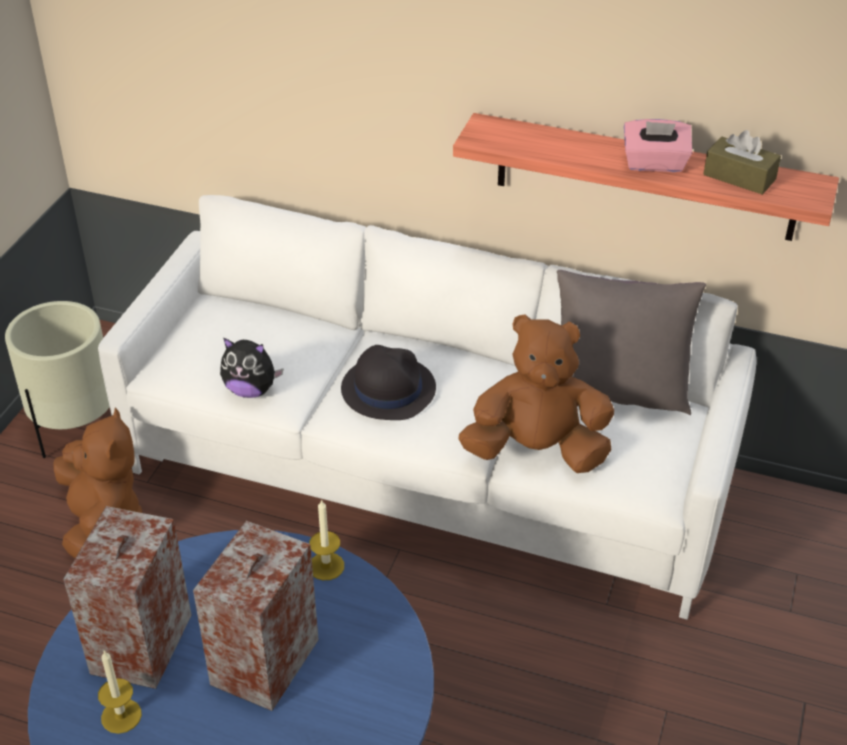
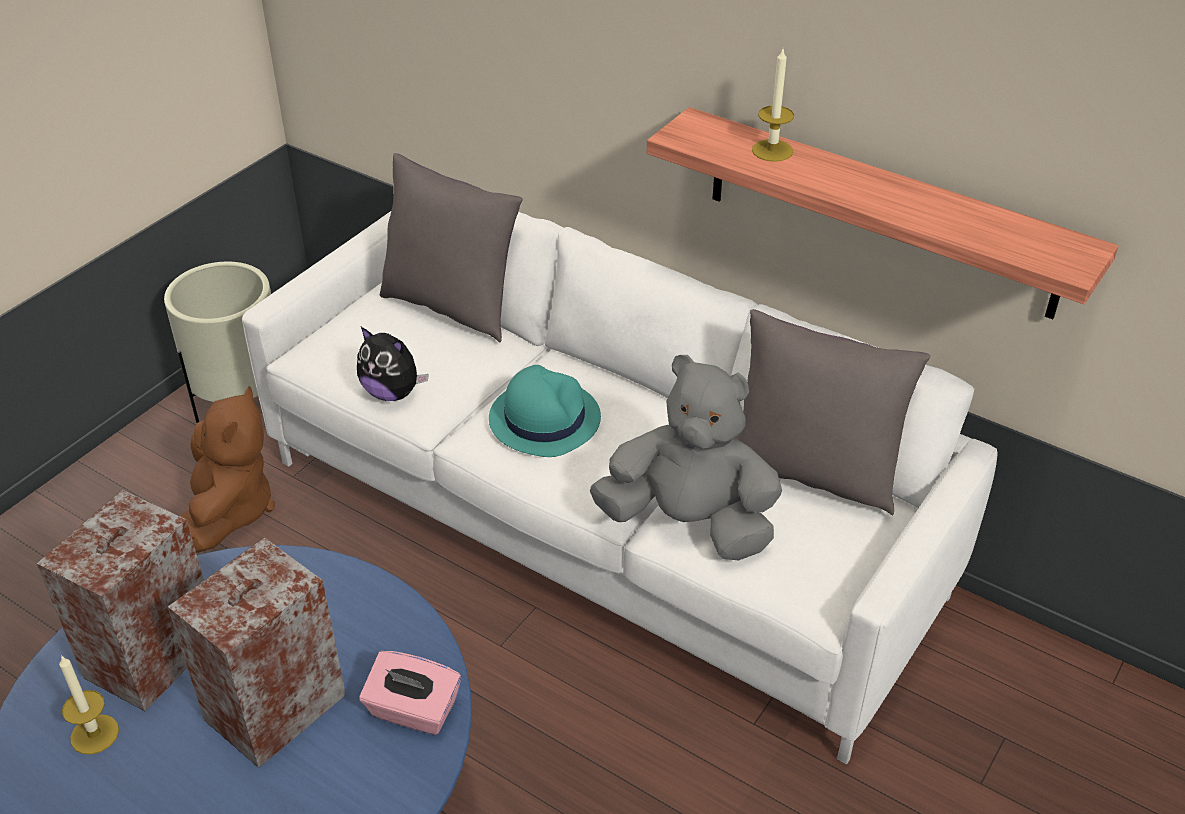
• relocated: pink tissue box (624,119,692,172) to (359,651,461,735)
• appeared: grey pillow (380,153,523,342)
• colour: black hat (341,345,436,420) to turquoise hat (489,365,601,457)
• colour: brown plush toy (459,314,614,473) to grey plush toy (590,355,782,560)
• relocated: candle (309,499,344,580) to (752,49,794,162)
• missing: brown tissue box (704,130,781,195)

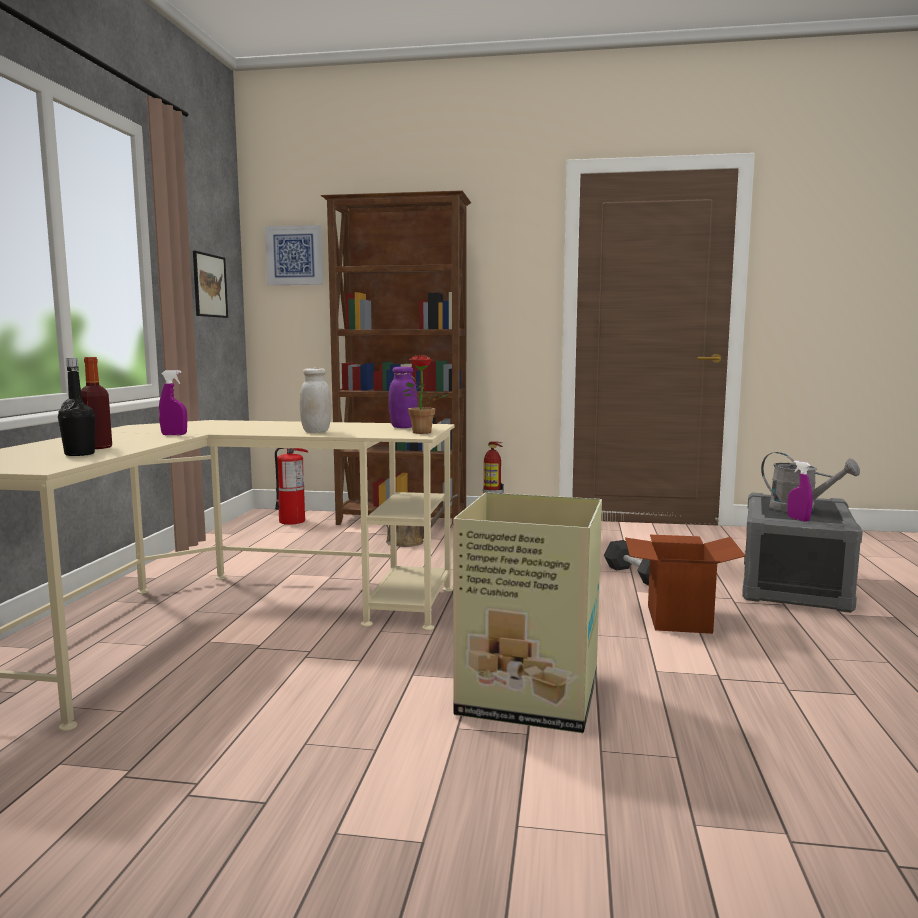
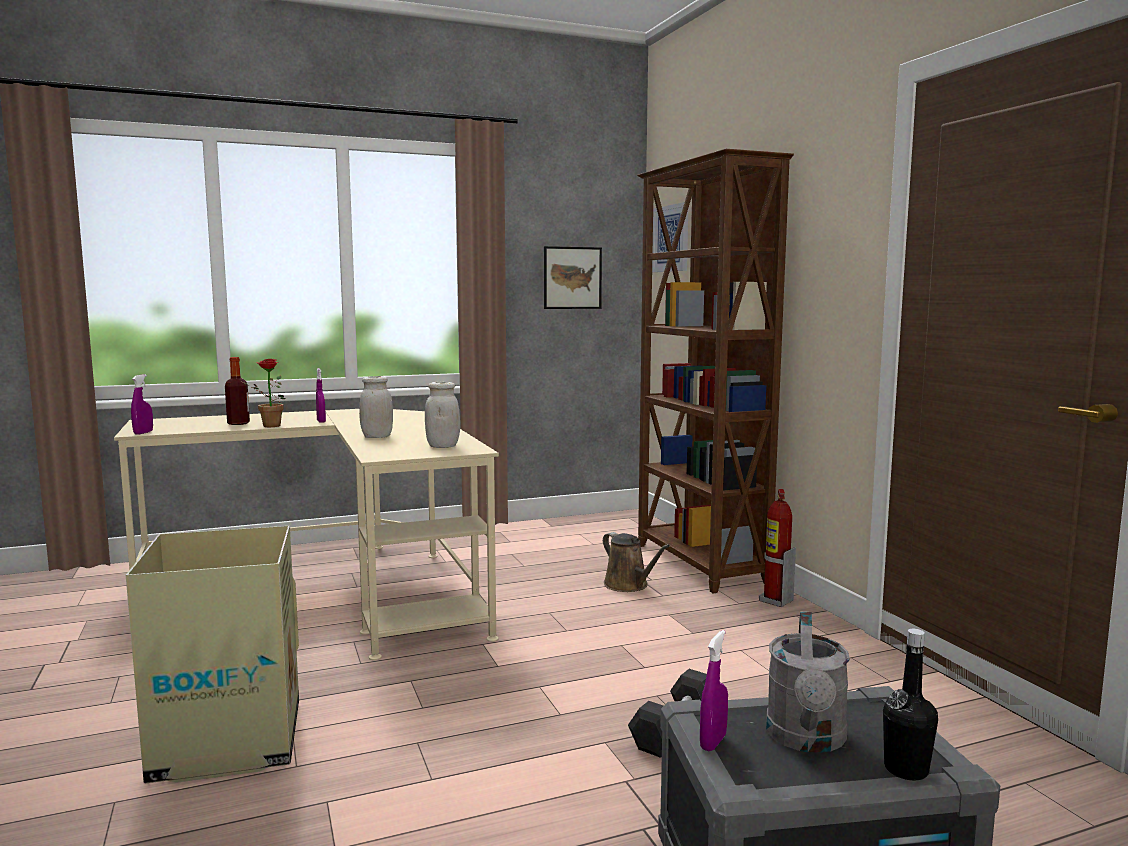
• appeared: purple spray bottle (131,374,153,435)
• relocated: potted plant (403,355,449,434) to (240,359,285,427)
• colour: purple jar (388,367,418,428) to white jar (425,382,460,448)
• relocated: black bottle (58,358,95,456) to (883,629,938,780)
• missing: fire extinguisher (275,448,309,525)
• missing: cardboard box (625,535,746,634)

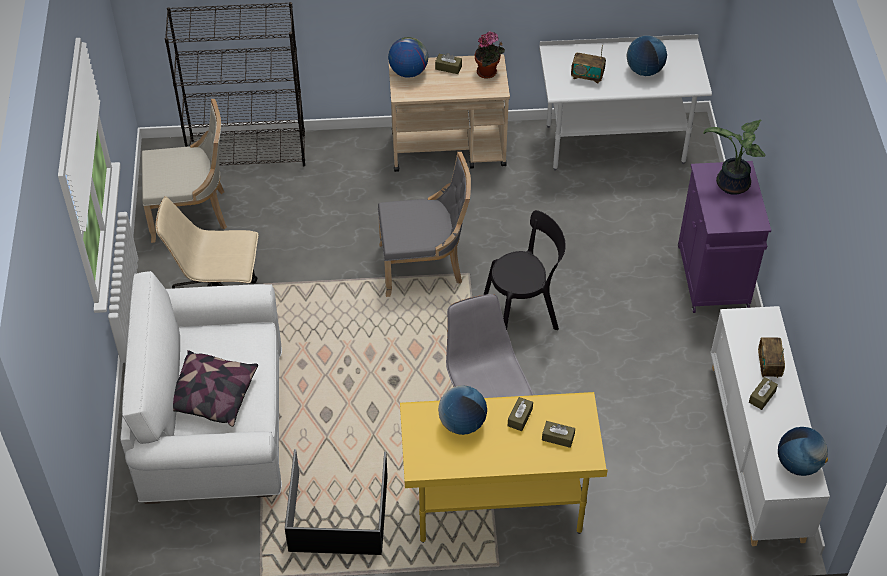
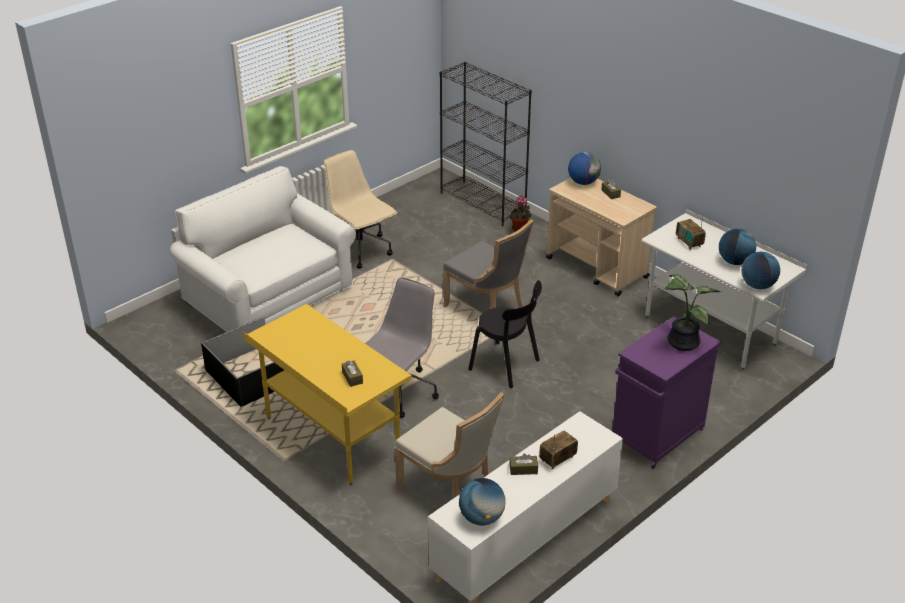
• relocated: beige chair (142,99,227,243) to (395,392,504,498)
• relocated: potted plant (475,31,505,79) to (509,195,531,232)
• relocated: globe (438,385,487,435) to (741,252,780,289)
• missing: pillow (173,350,258,427)
• missing: brown tissue box (508,397,533,431)

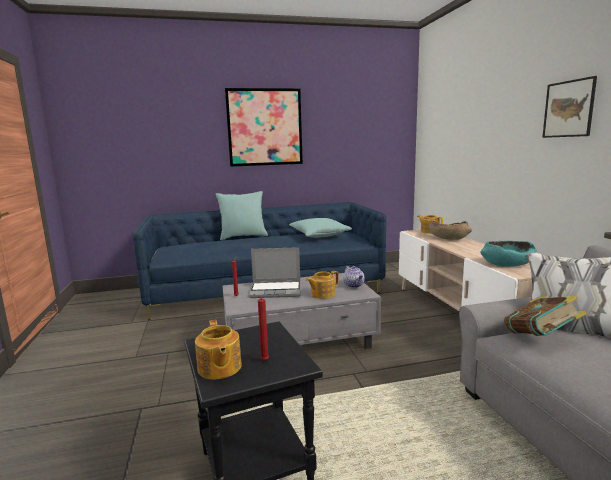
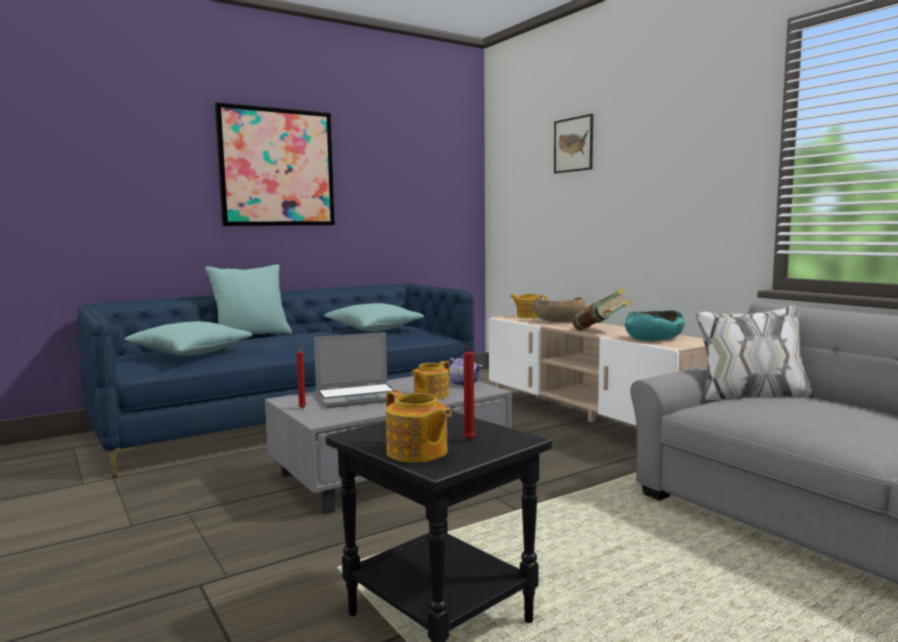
• appeared: turquoise pillow (124,321,252,356)
• relocated: picture (542,76,597,138) to (554,114,593,173)
• relocated: book (504,295,587,336) to (572,288,632,330)

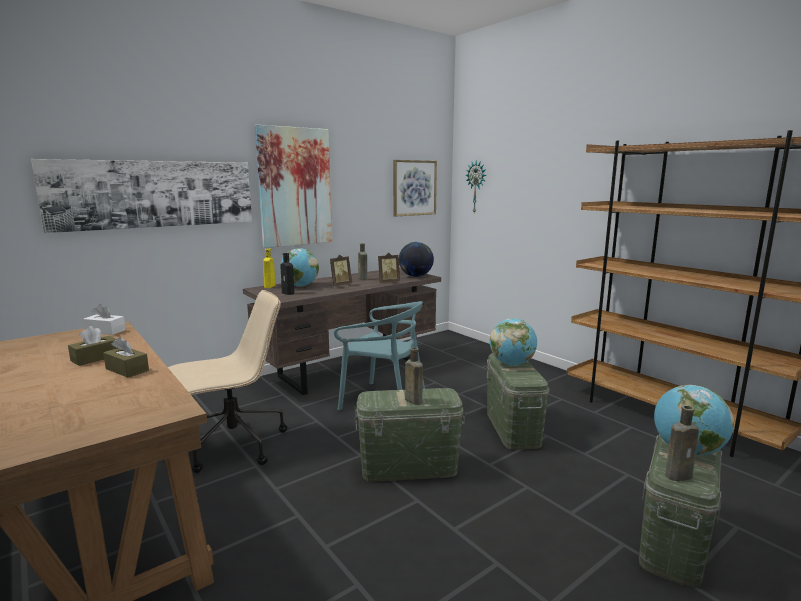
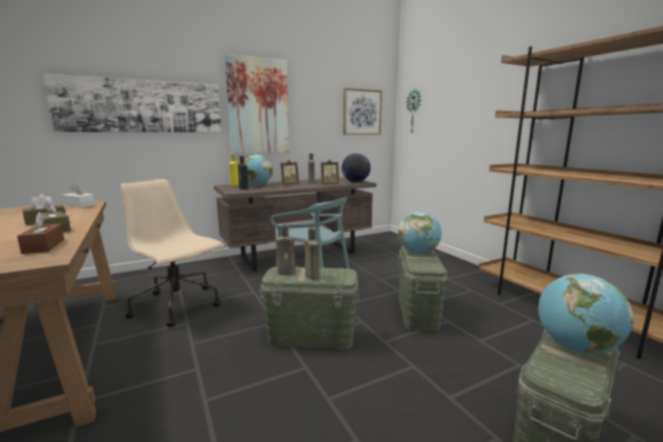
• appeared: brown tissue box (17,212,64,254)
• spun: beige office chair (168,290,287,473) = (121,179,224,327) 120 degrees counterclockwise
• relocated: brown bottle (665,405,699,481) to (276,225,295,275)

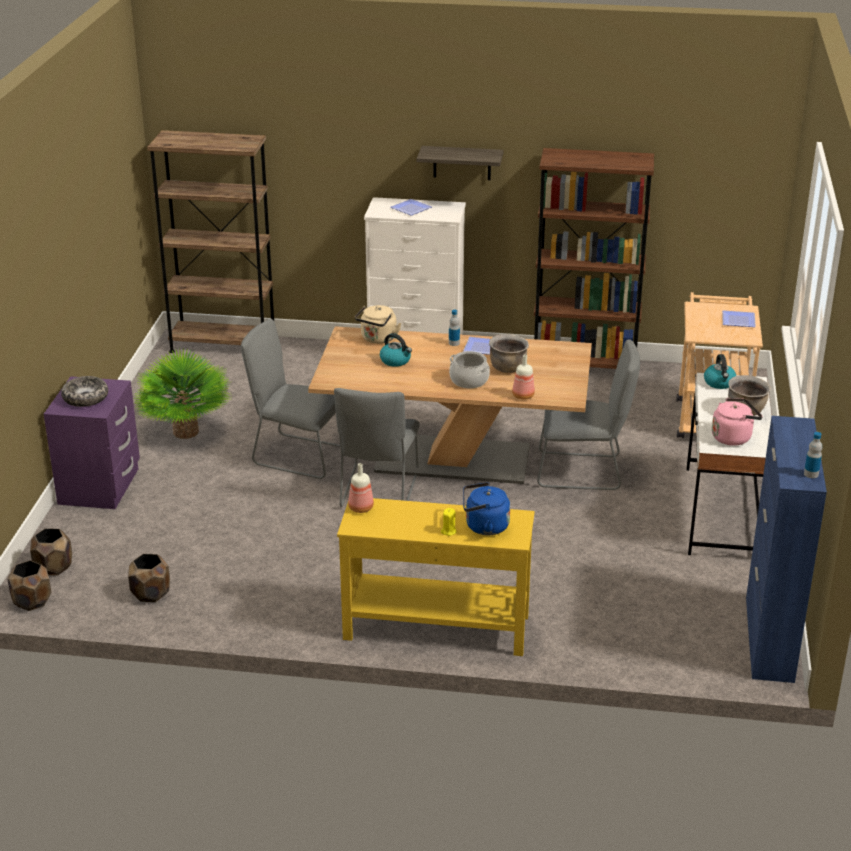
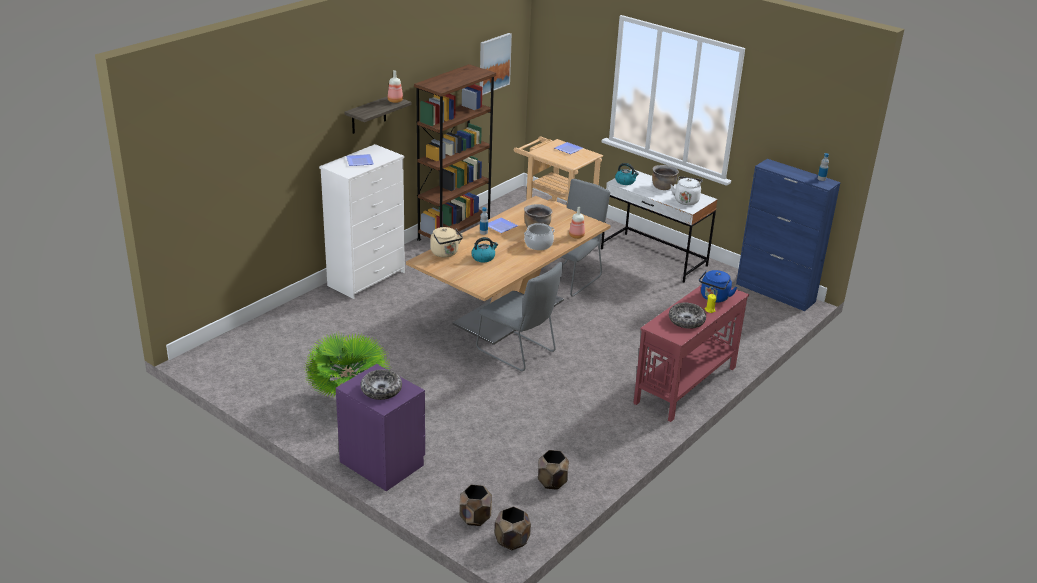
• relocated: bottle (348,463,374,513) to (388,70,403,103)
• appeared: picture (480,33,512,95)
• colour: yellow console table (337,498,535,656) to red console table (633,285,749,422)
• appeared: bowl (669,303,706,329)
• colour: pink kettle (712,398,763,446) to white kettle (671,176,702,205)
• missing: brown bookcase (147,130,274,353)
• missing: grey chair (241,319,340,479)

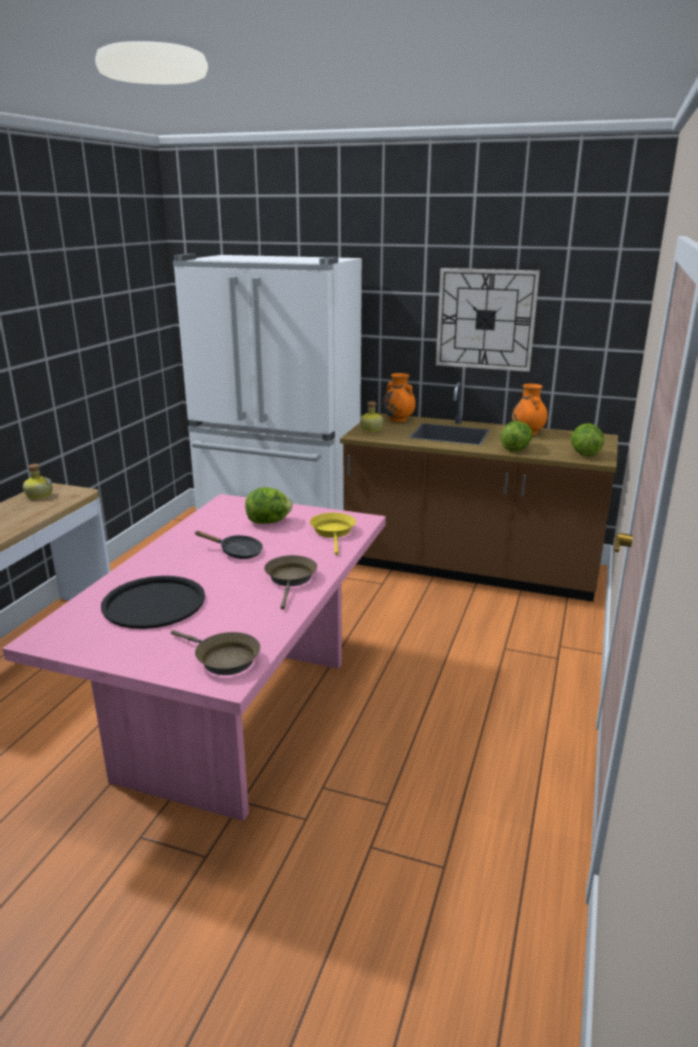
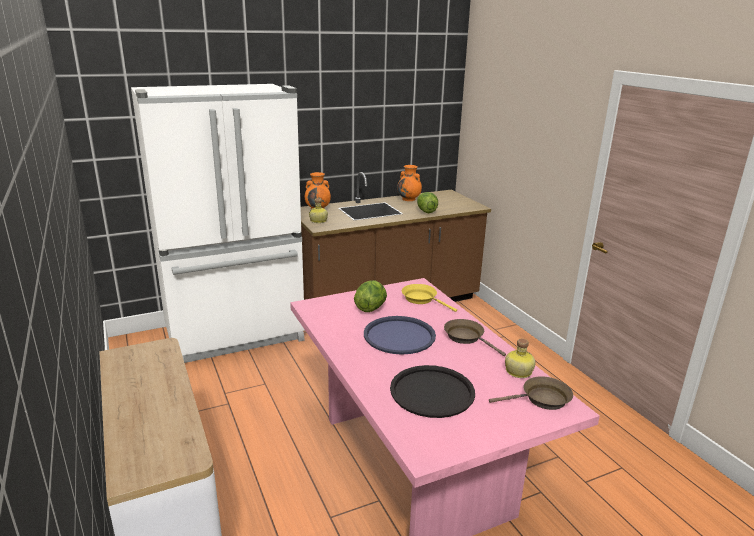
• exchanged: black frying pan (195,531,263,559) to blue tray (364,316,436,355)
• relocated: bottle (23,464,52,500) to (505,339,535,378)
• missing: wall clock (436,268,540,372)
• missing: lettuce (571,423,604,457)

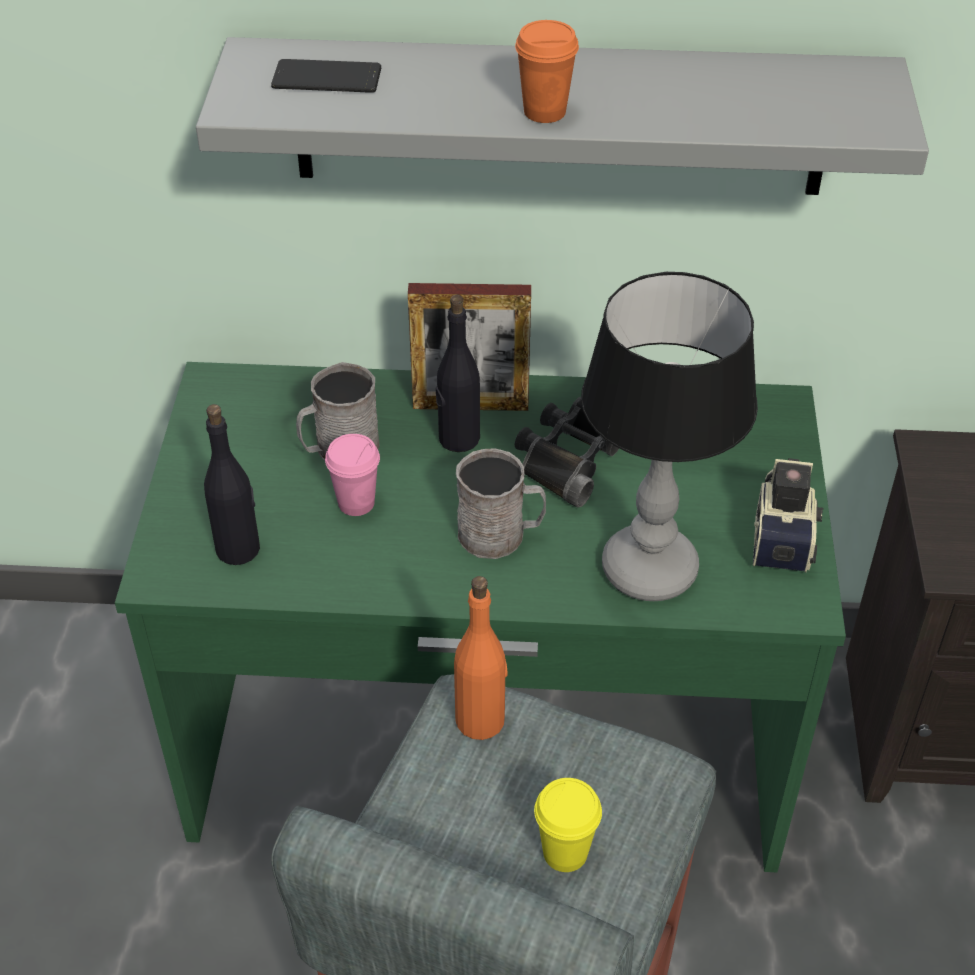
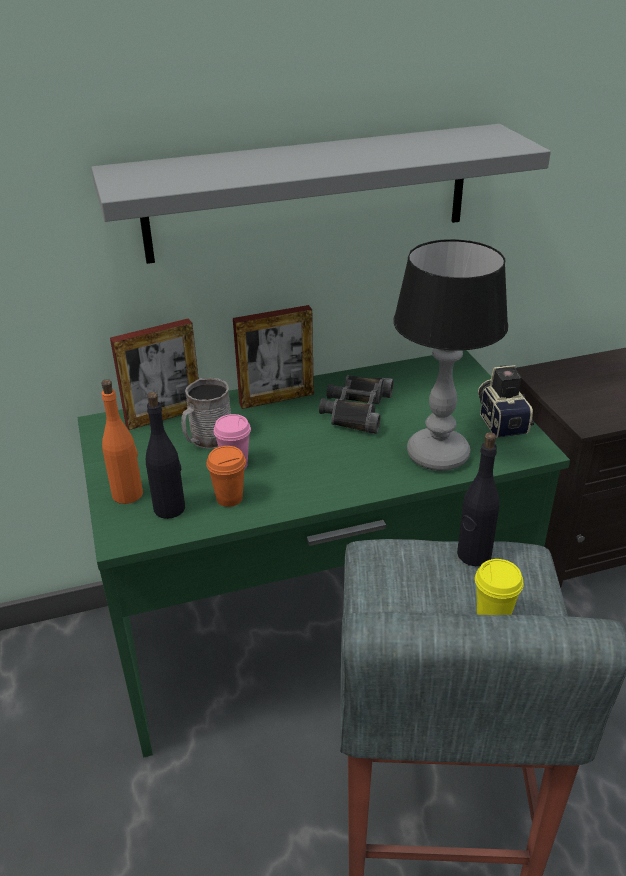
• relocated: orange bottle (454,576,507,740) to (101,379,143,504)
• appeared: picture frame (110,319,199,430)
• relocated: orange cup (515,20,579,123) to (206,446,246,507)
• relocated: black bottle (436,295,480,452) to (457,432,500,566)
• missing: phone (271,59,381,93)
• missing: grey mug (456,448,546,559)

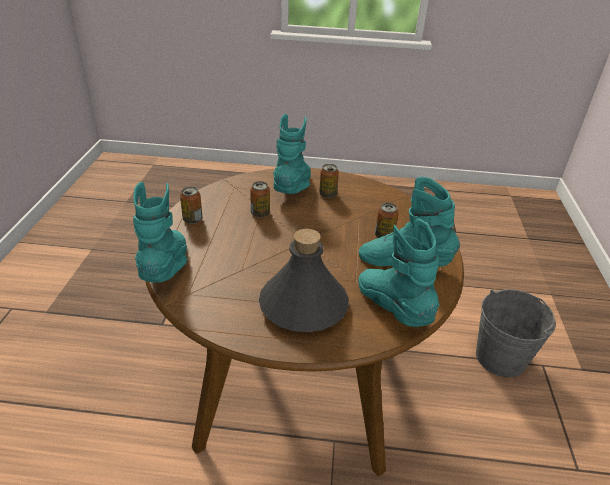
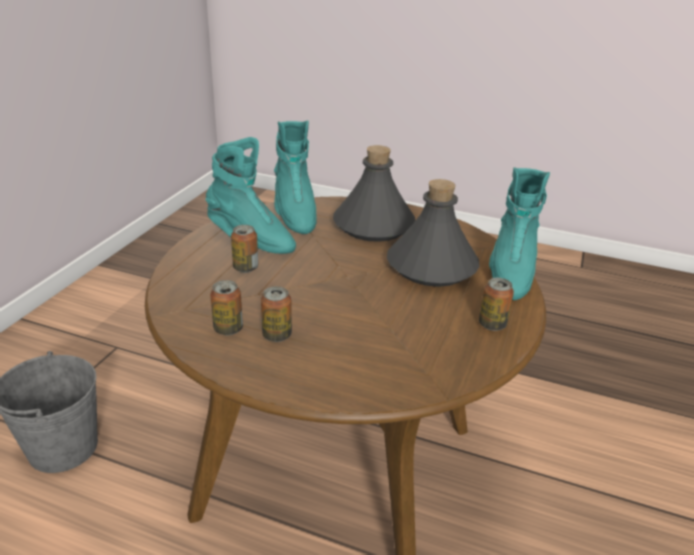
• relocated: can (250,181,270,218) to (210,280,243,336)
• appeared: grey bottle (387,179,479,287)
• missing: turquoise boot (273,114,311,194)

